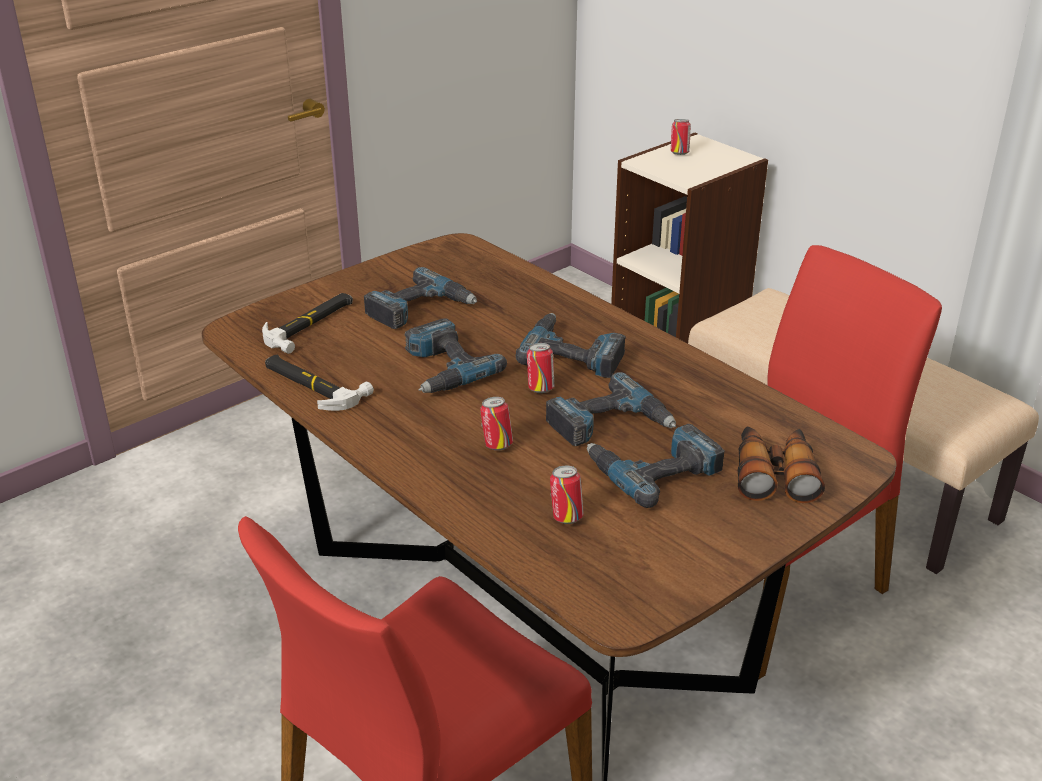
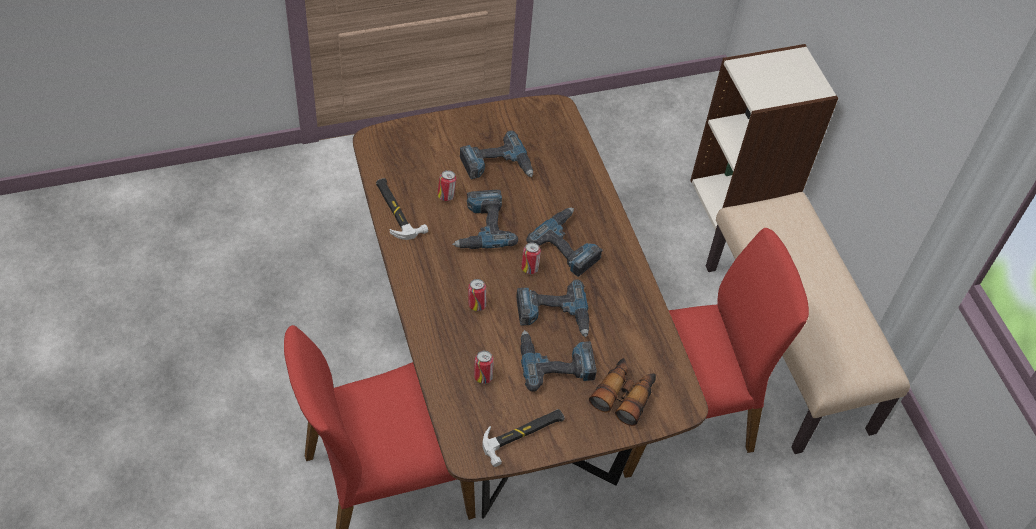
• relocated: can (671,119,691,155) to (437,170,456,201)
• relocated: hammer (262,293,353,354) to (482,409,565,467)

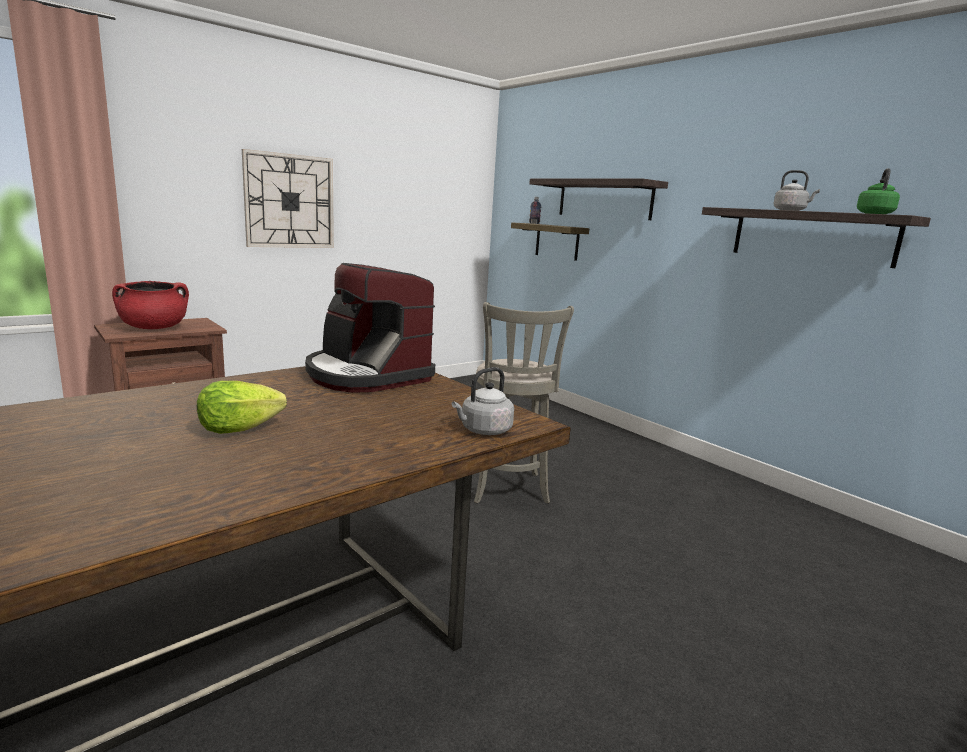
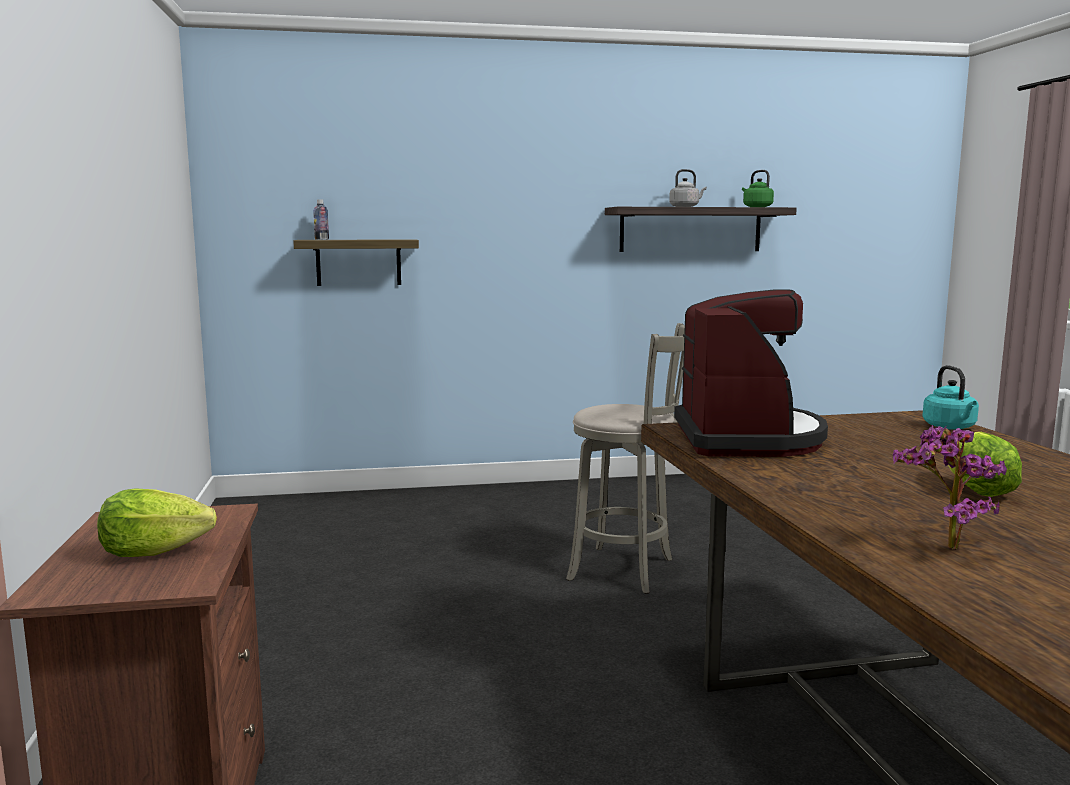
• exchanged: red cooking pot (112,281,189,329) to lettuce (97,488,217,557)
• spun: coffee machine (305,263,435,393) = (674,289,828,457) 75 degrees counterclockwise
• appeared: potted plant (893,425,1007,550)
• colour: grey kettle (452,367,514,435) to turquoise kettle (922,365,979,430)
• missing: wall clock (242,149,334,248)
• missing: shelf (529,179,668,220)

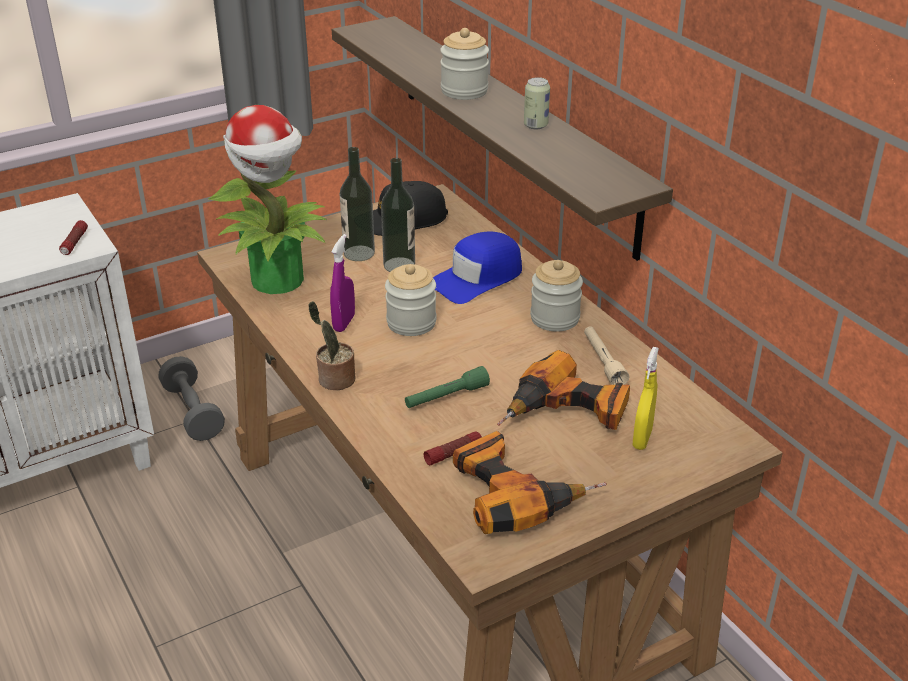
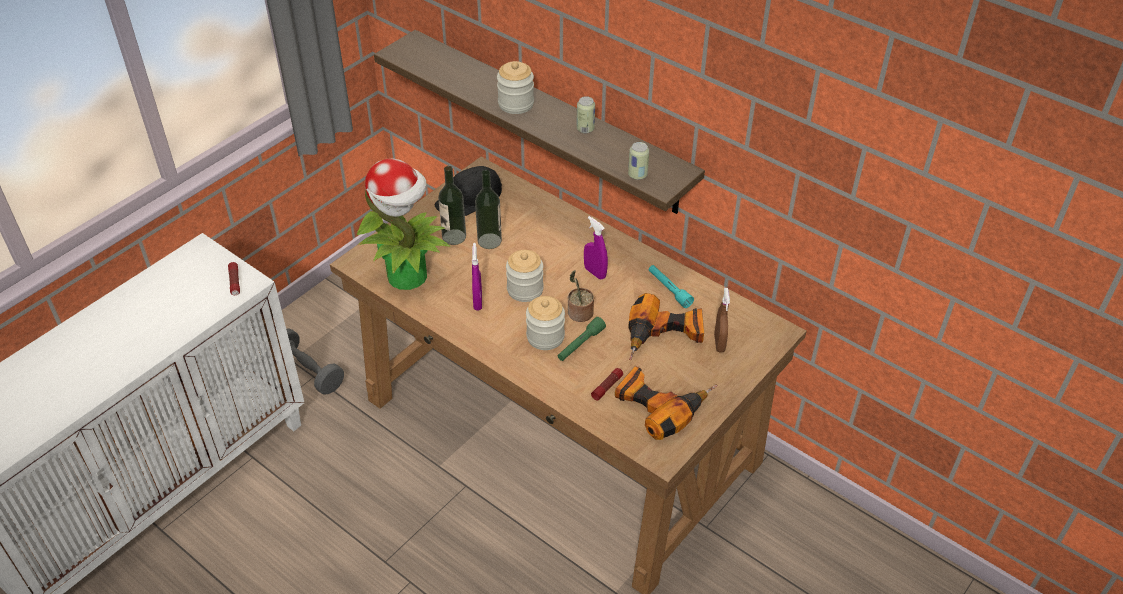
• relocated: jar (530,260,583,332) to (526,296,565,350)
• relocated: potted plant (308,301,356,390) to (568,270,594,322)
• appeared: purple spray bottle (584,216,608,280)
• appeared: can (628,142,649,180)
• colour: beige flashlight (584,326,629,385) to turquoise flashlight (649,265,694,308)
• colour: yellow spray bottle (632,347,659,450) to brown spray bottle (714,288,730,353)
• missing: blue cap (433,232,522,304)

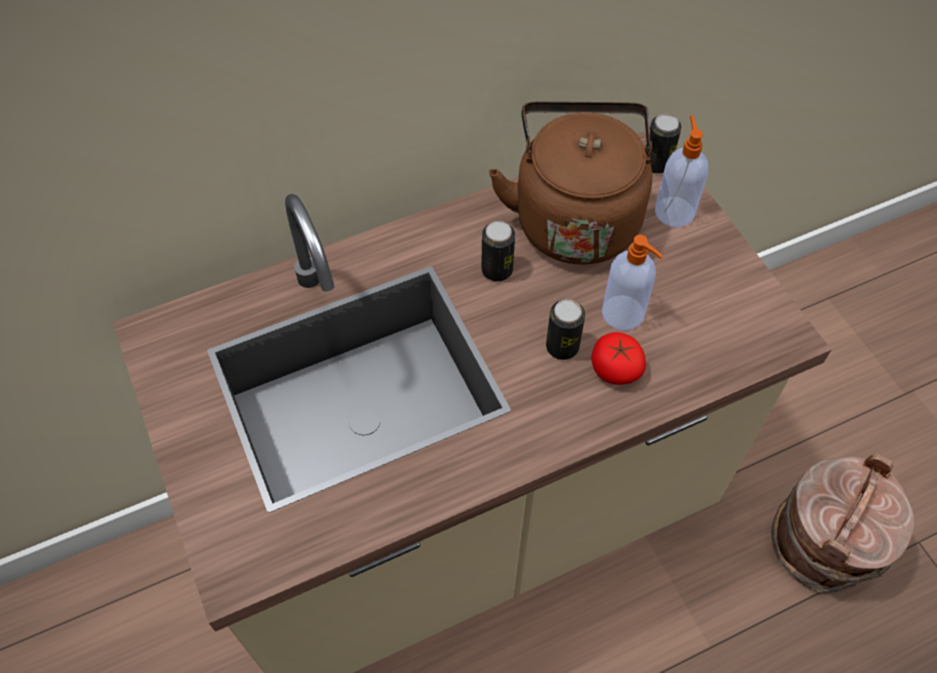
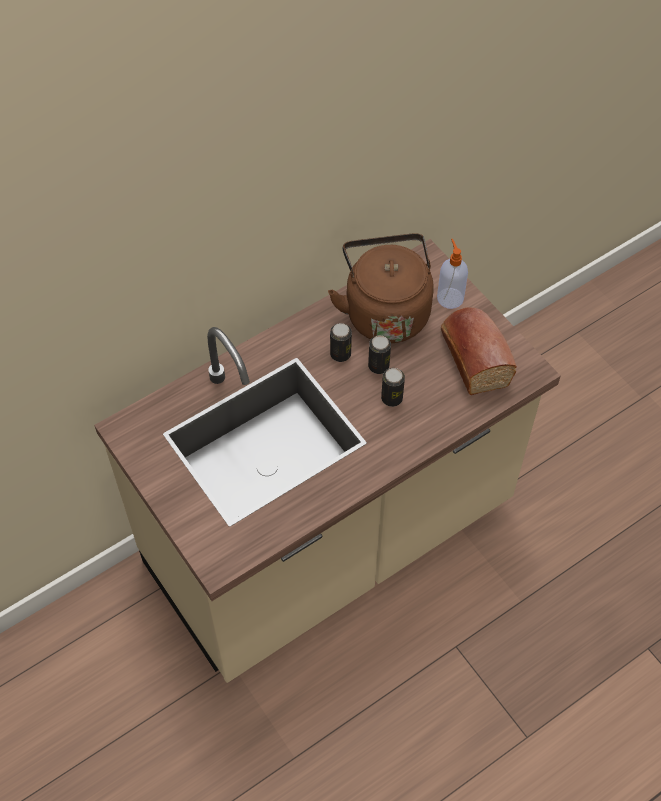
• relocated: can (646,114,682,174) to (368,335,391,374)
• appeared: bread (441,308,517,395)
• missing: tomato (591,332,646,385)
• missing: soap dispenser (602,235,663,330)
• missing: brown bucket (771,454,915,593)

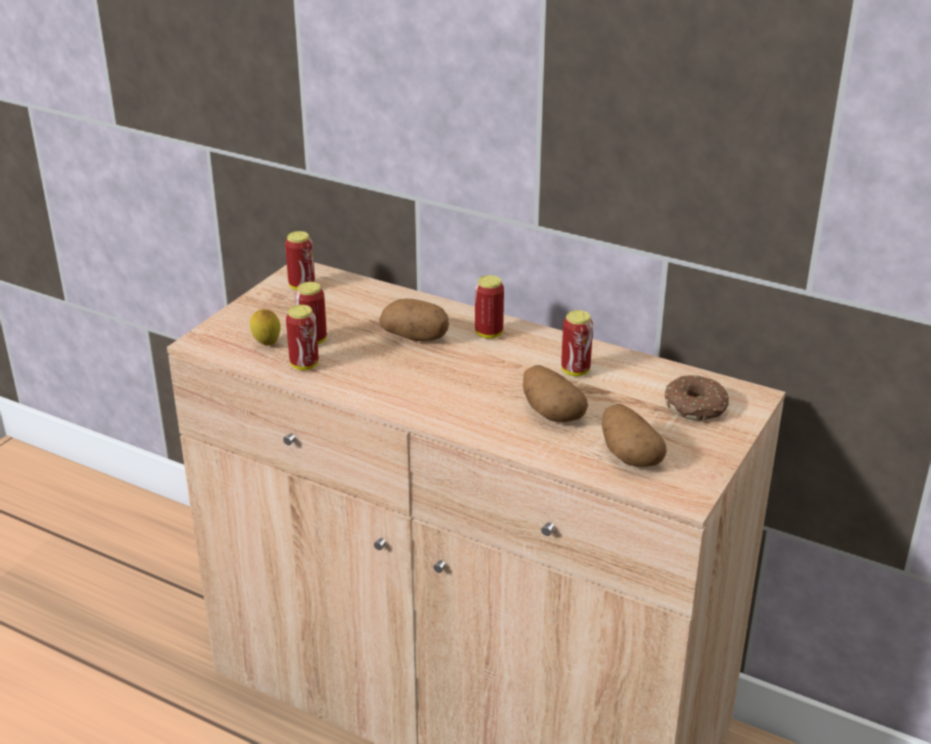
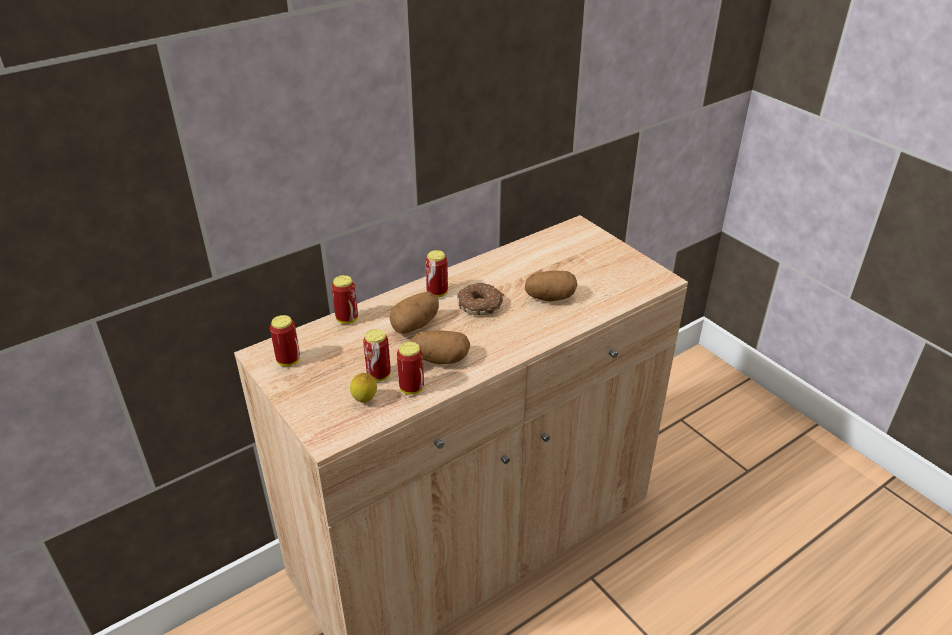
• relocated: can (561,310,593,376) to (331,275,358,324)
• relocated: potato (602,404,667,467) to (410,330,470,364)
• relocated: donut (664,375,729,421) to (457,283,504,316)

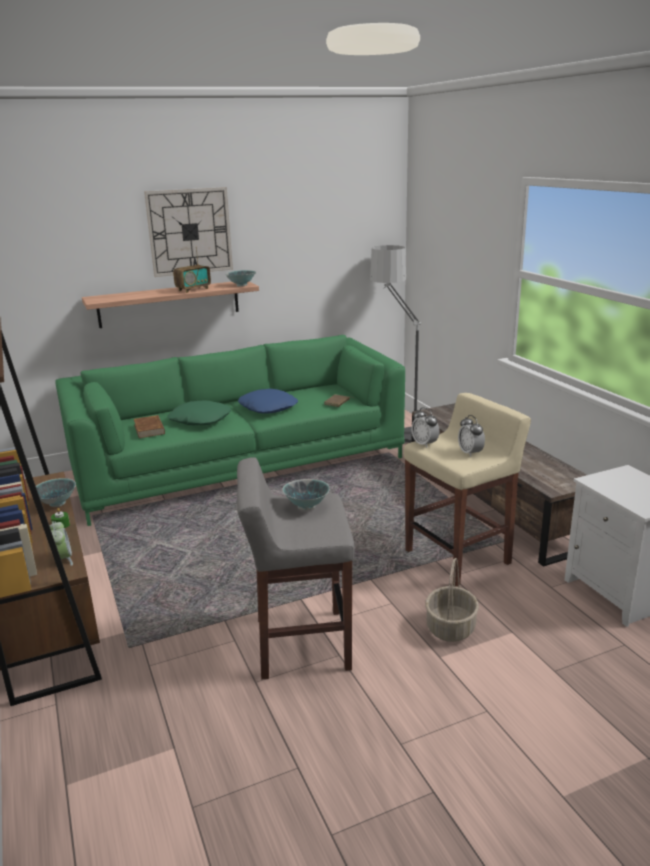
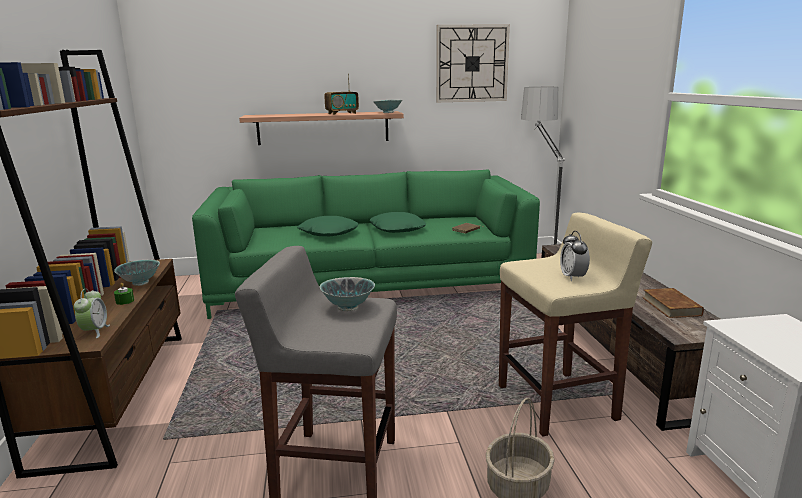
• colour: blue pillow (238,389,298,414) to green pillow (370,212,426,233)
• relocated: wall clock (144,187,233,277) to (436,24,510,102)
• relocated: brown book (134,415,165,438) to (643,288,704,318)
• missing: alarm clock (411,407,439,448)

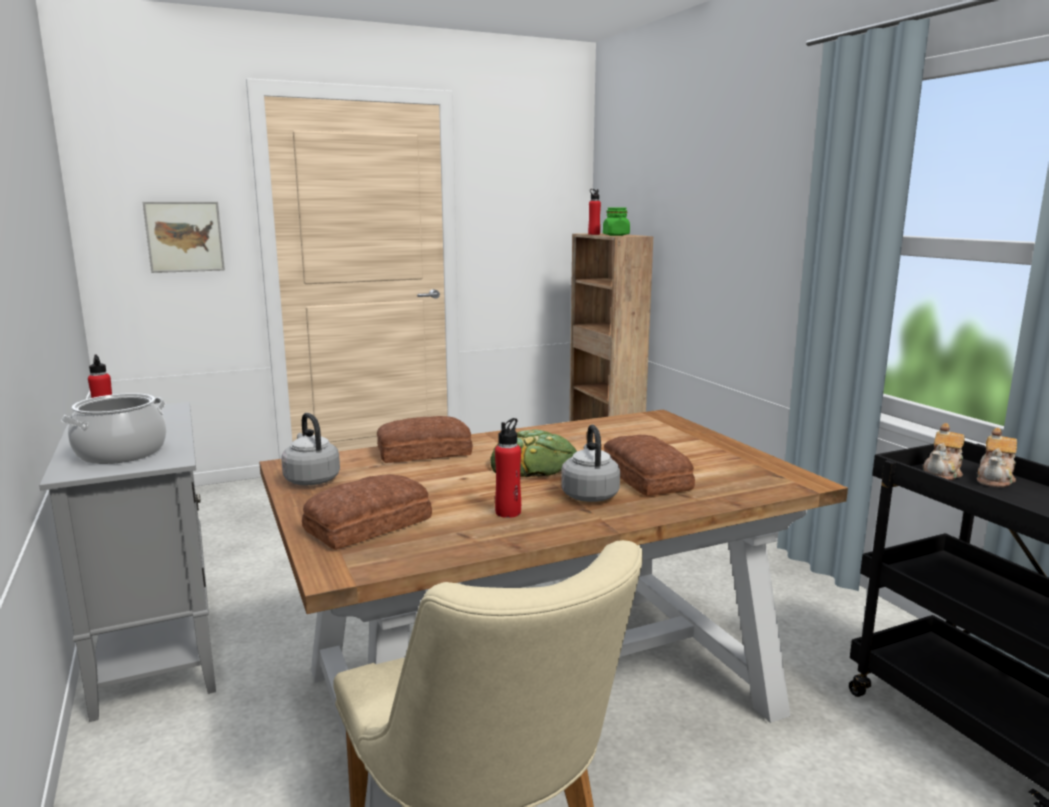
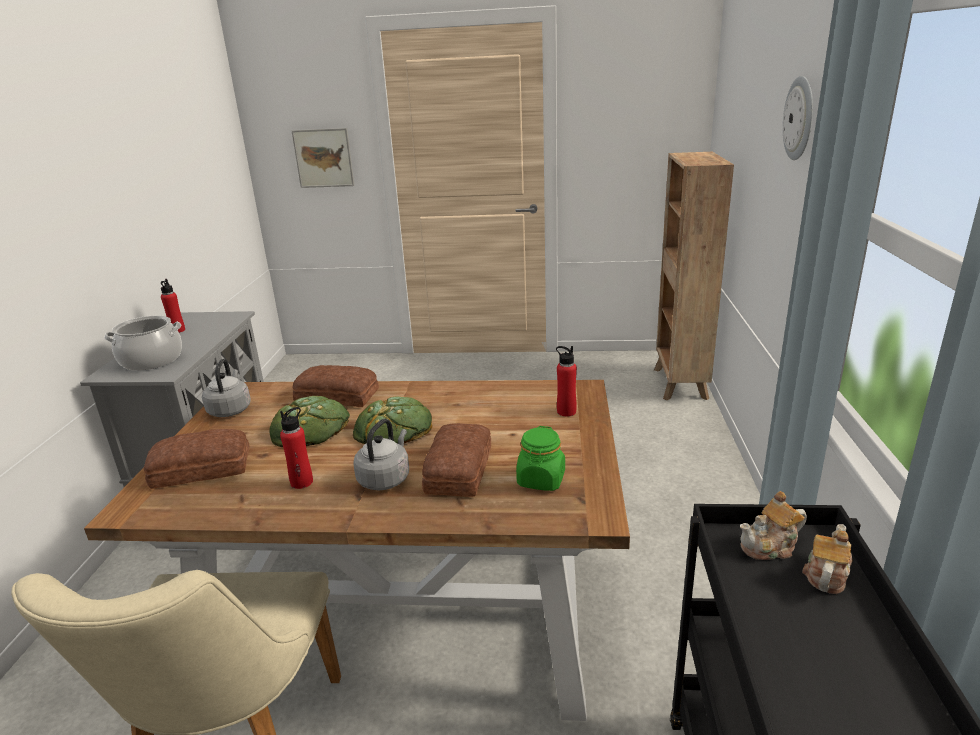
• appeared: bread (269,396,350,447)
• relocated: green jar (603,207,630,236) to (516,426,565,491)
• relocated: red bottle (588,189,601,235) to (556,346,577,416)
• appeared: wall clock (783,76,813,160)
• spun: teapot (977,428,1017,488) = (802,524,853,594) 150 degrees clockwise

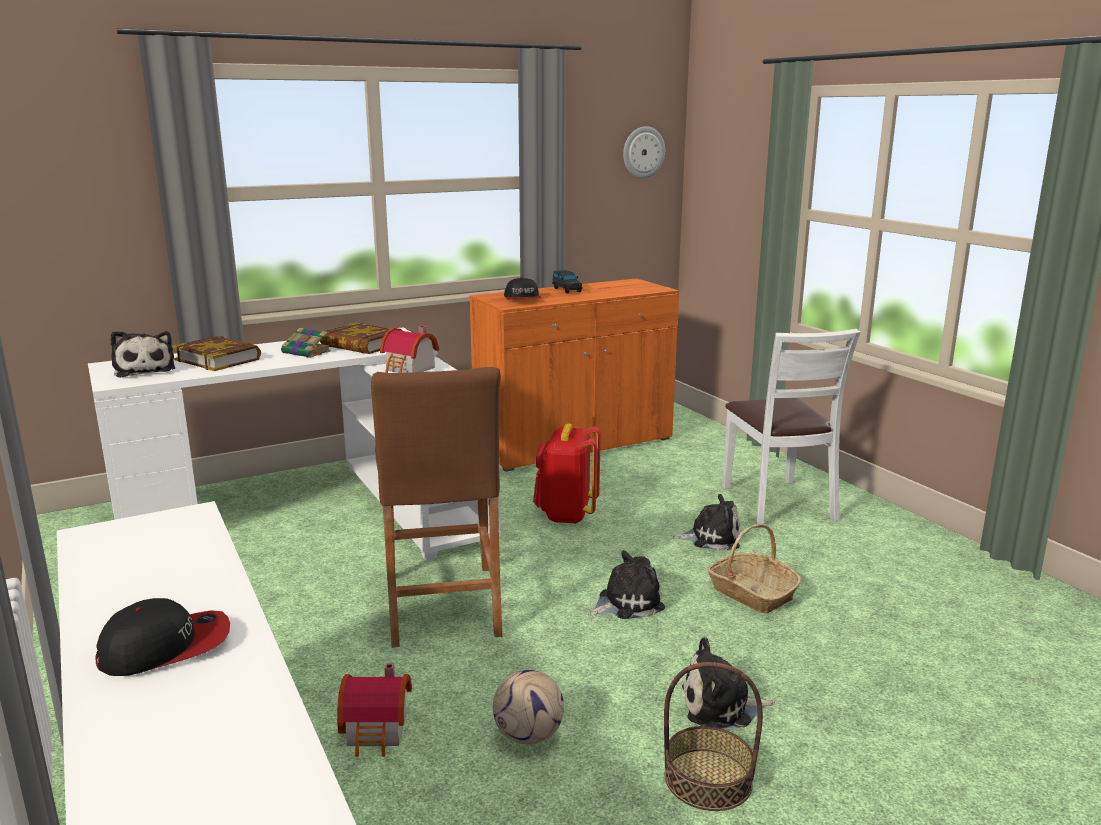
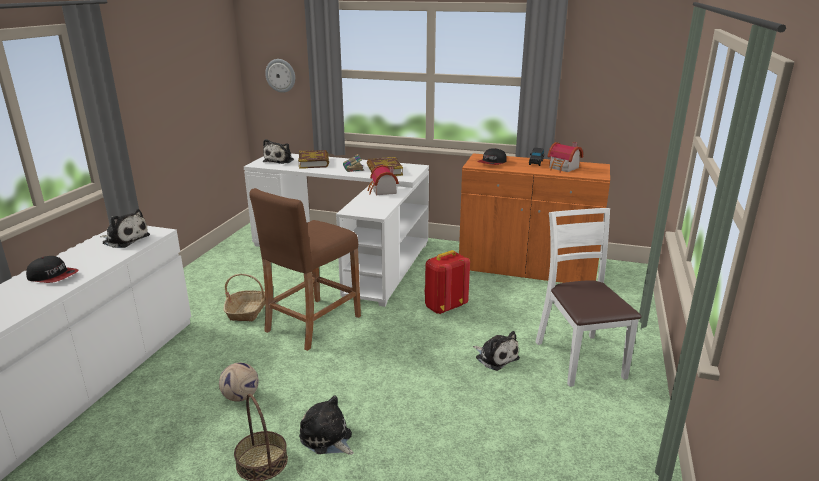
• relocated: plush toy (588,550,665,619) to (100,209,150,248)
• relocated: basket (708,524,802,613) to (224,274,265,321)
• relocated: wall clock (623,126,665,178) to (265,59,295,93)
• spun: white chair (722,329,861,528) = (535,208,641,387) 135 degrees clockwise
• relocated: toy house (337,664,412,757) to (547,142,583,173)

